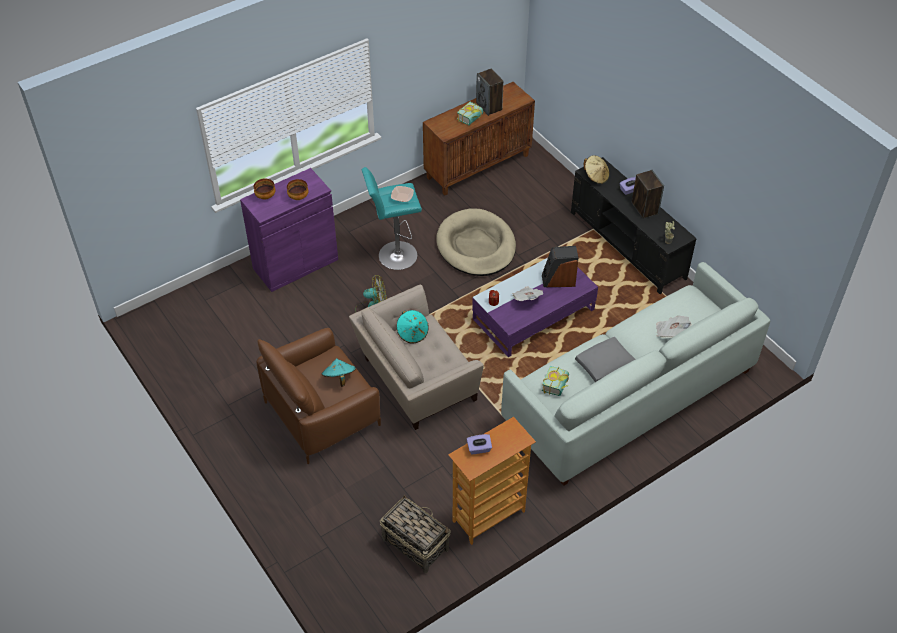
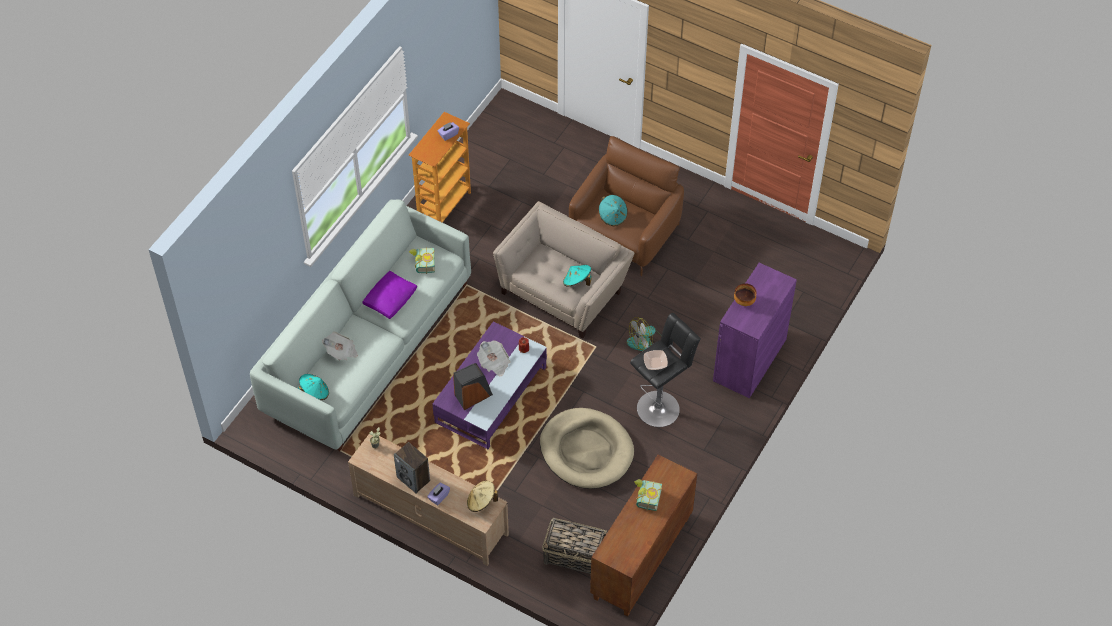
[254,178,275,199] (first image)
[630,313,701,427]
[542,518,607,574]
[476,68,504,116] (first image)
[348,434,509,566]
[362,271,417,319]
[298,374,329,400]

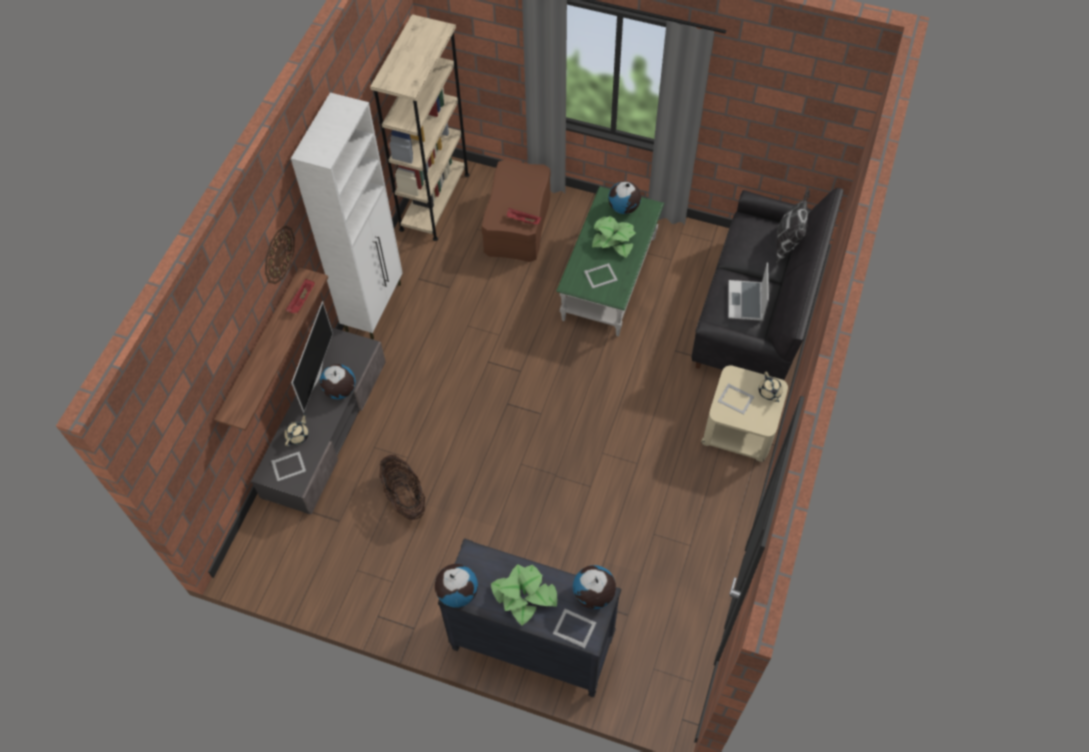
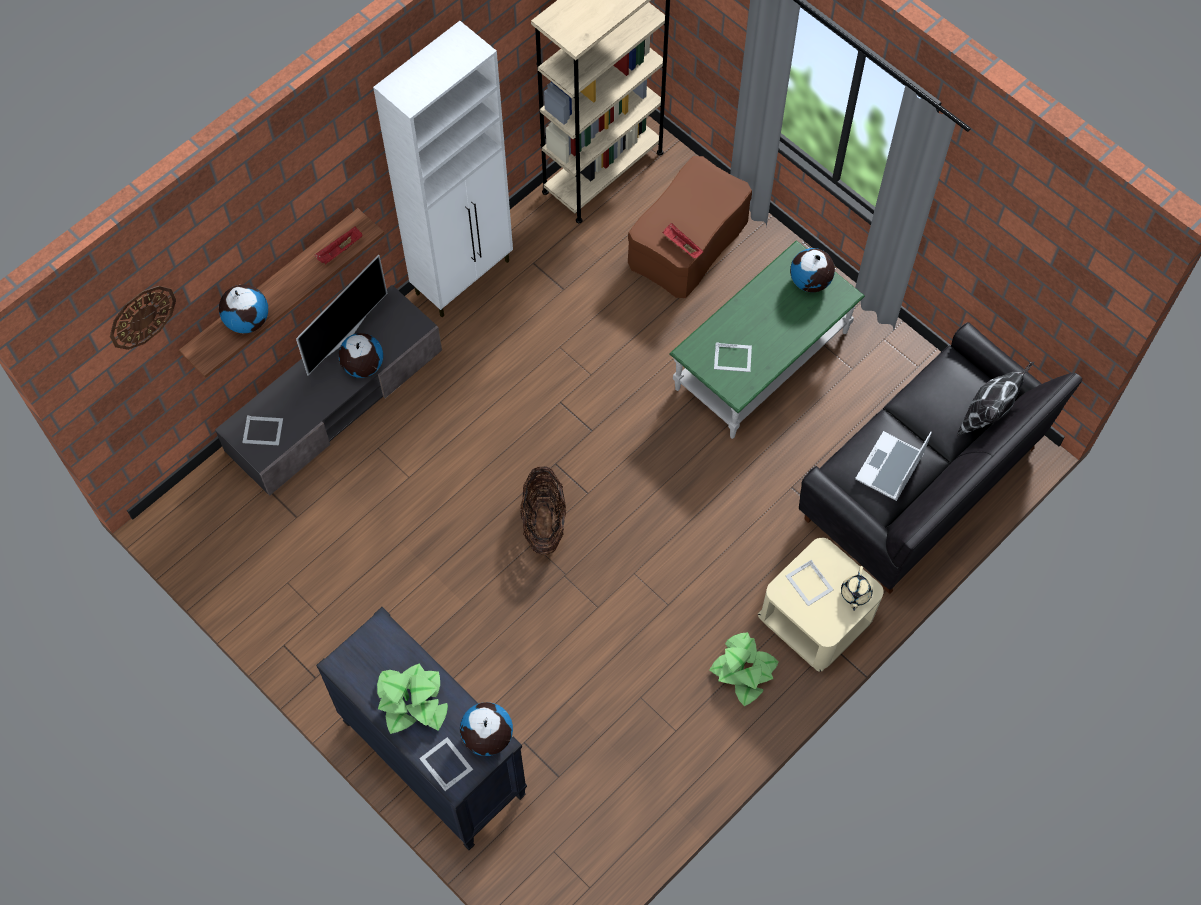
[110,286,176,350]
[285,413,309,446] (first image)
[520,466,566,555]
[219,285,268,333]
[710,632,779,706]

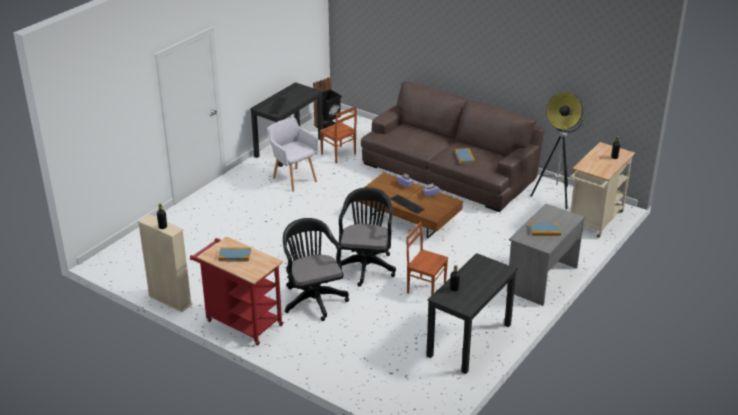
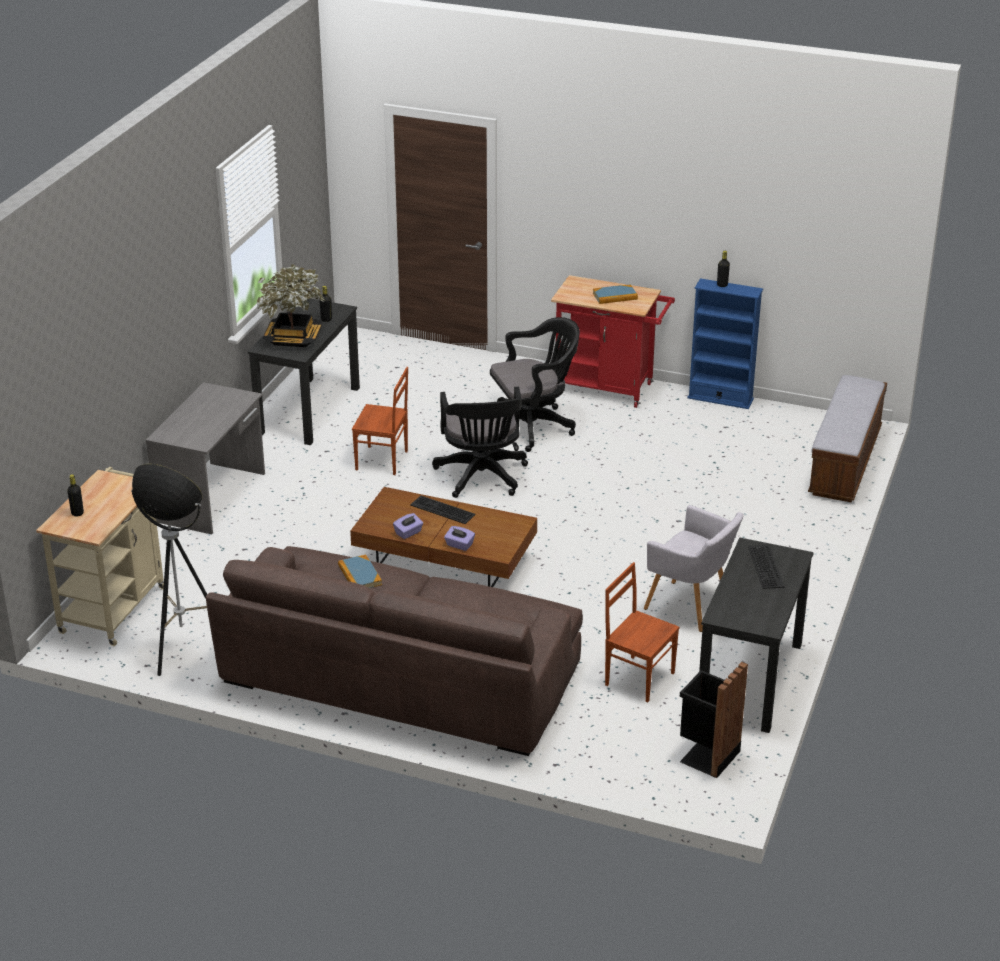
[688,278,763,409]
[490,317,580,452]
[530,223,561,236] (first image)
[257,264,325,347]
[808,375,887,503]

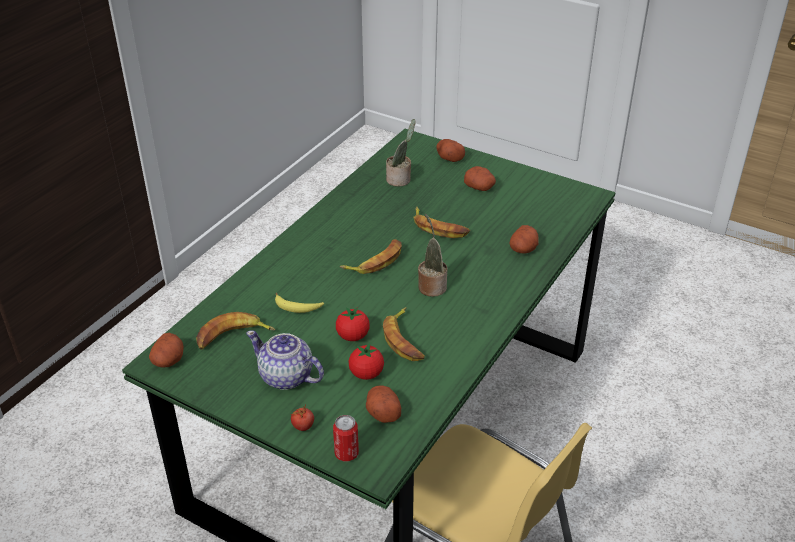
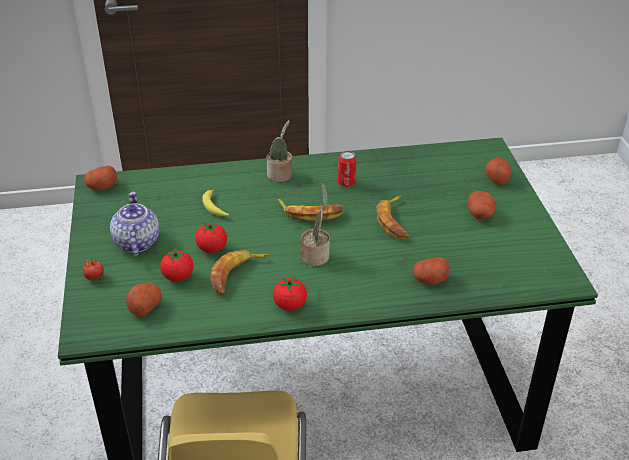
[196,312,275,350] (first image)
[338,151,356,187]
[266,120,292,182]
[273,276,307,311]

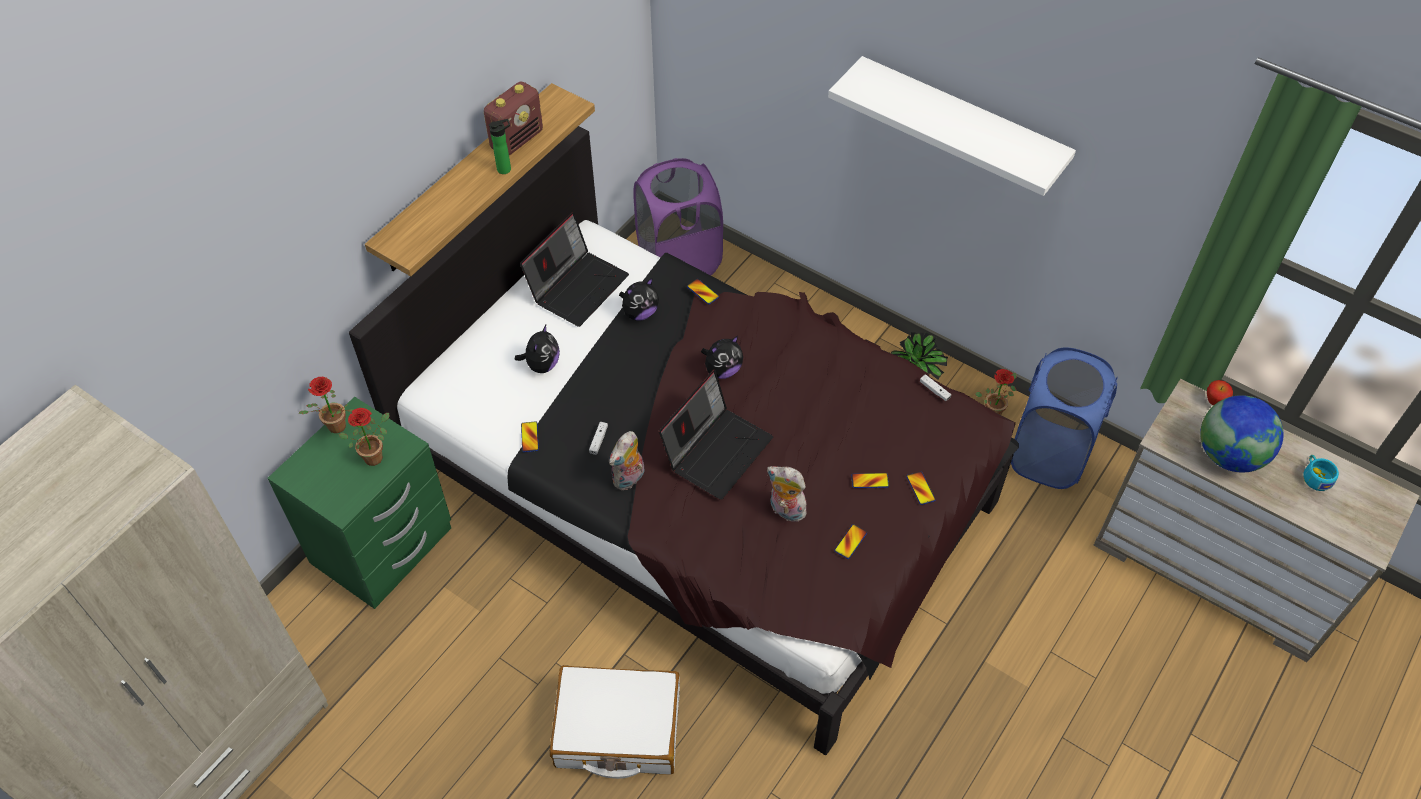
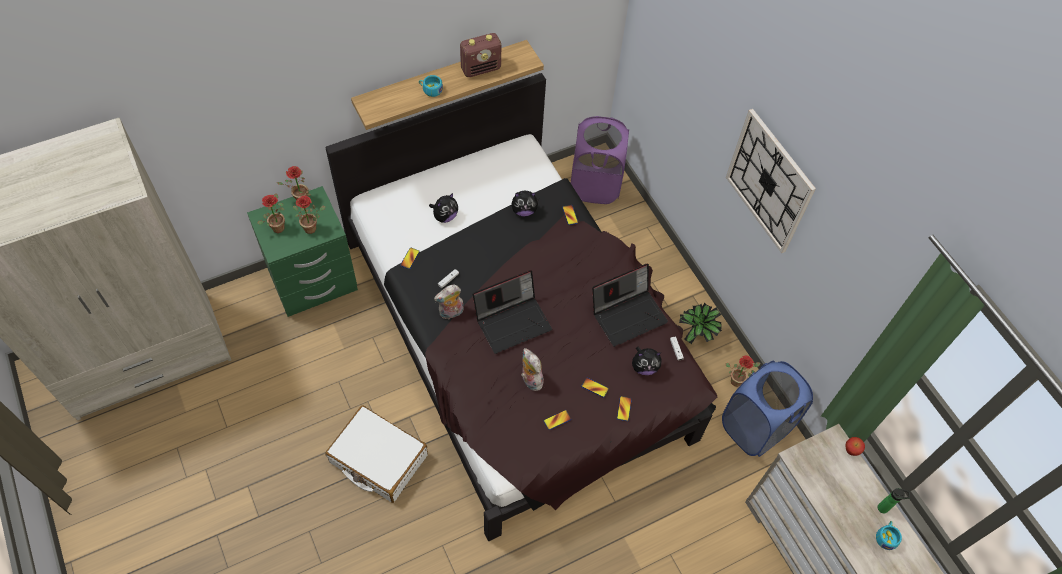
[878,488,910,513]
[592,263,668,347]
[632,347,661,375]
[726,109,816,253]
[1200,395,1284,472] (first image)
[258,193,285,233]
[419,75,443,97]

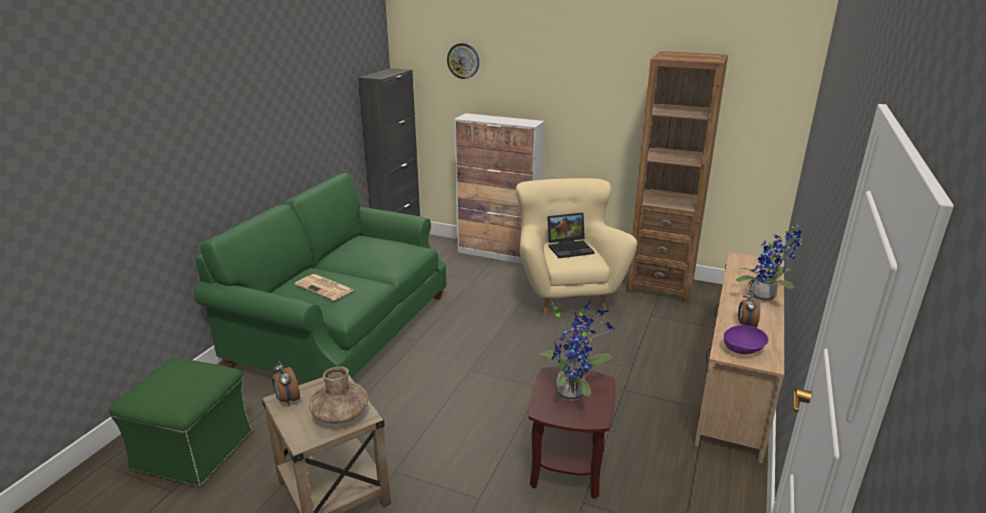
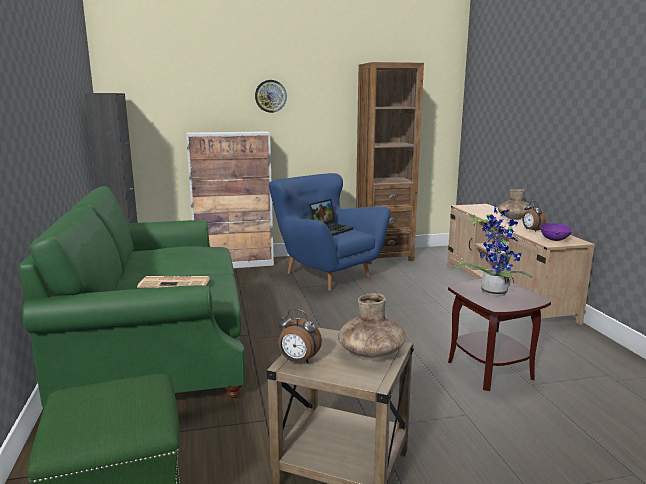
[255,80,287,113]
[269,173,390,291]
[498,189,533,220]

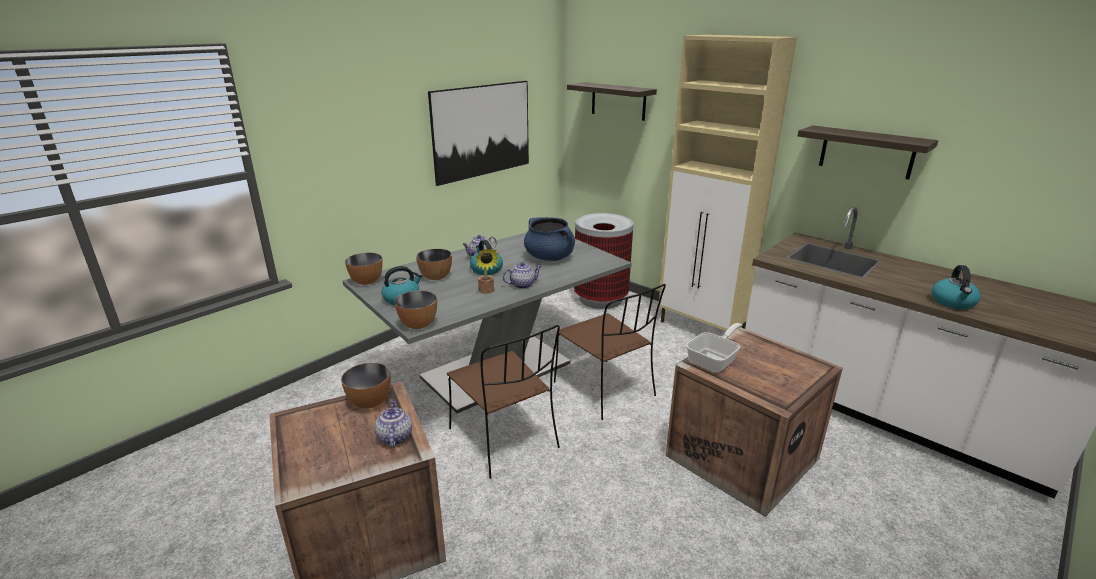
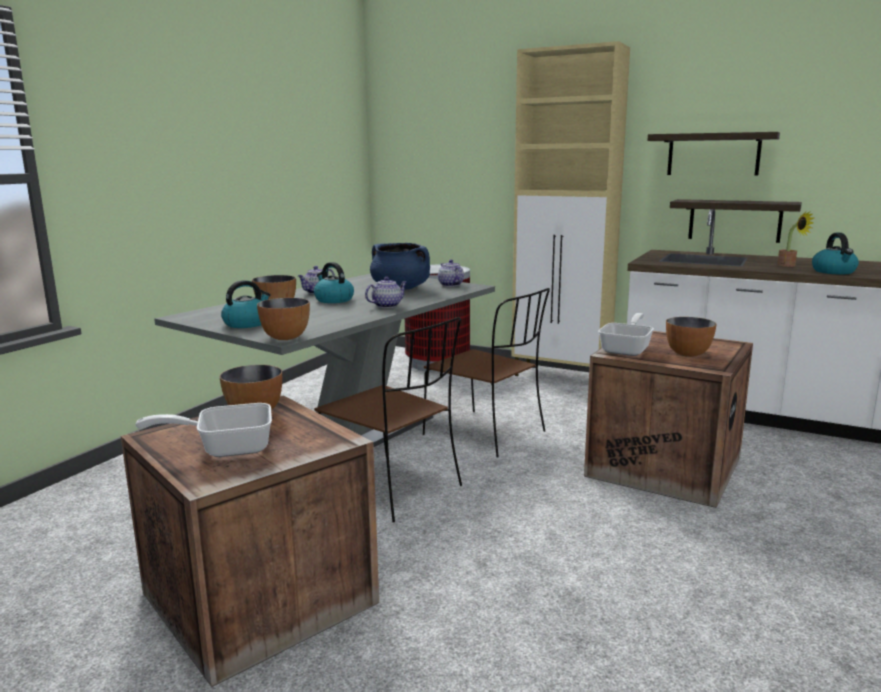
[666,317,716,357]
[438,260,464,287]
[428,81,529,186] (first image)
[777,211,814,267]
[670,199,802,243]
[135,403,272,457]

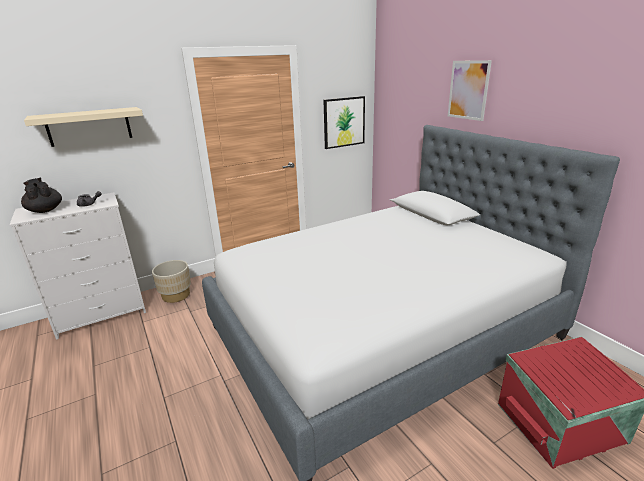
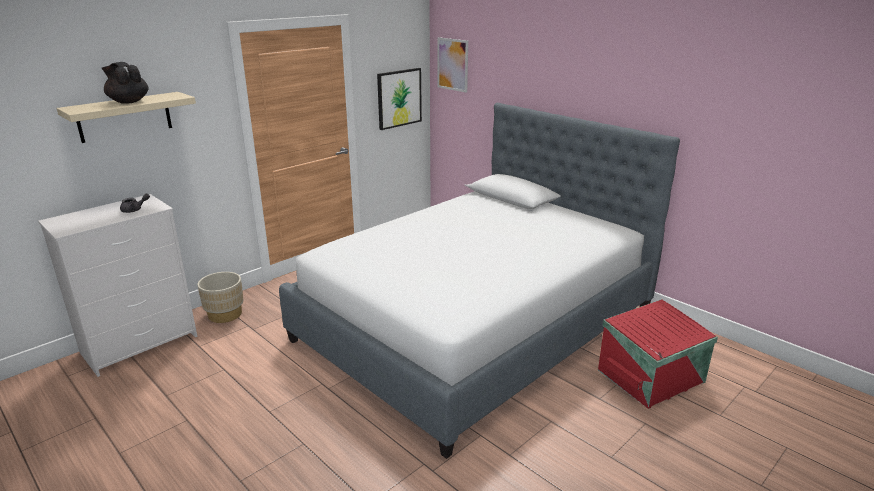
[102,62,148,104]
[437,37,468,93]

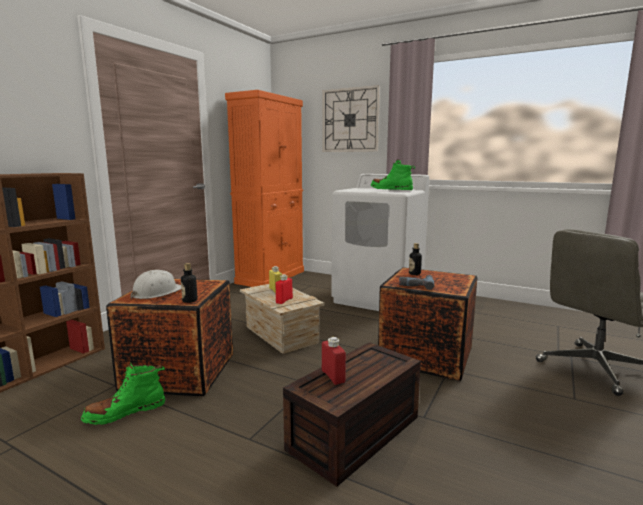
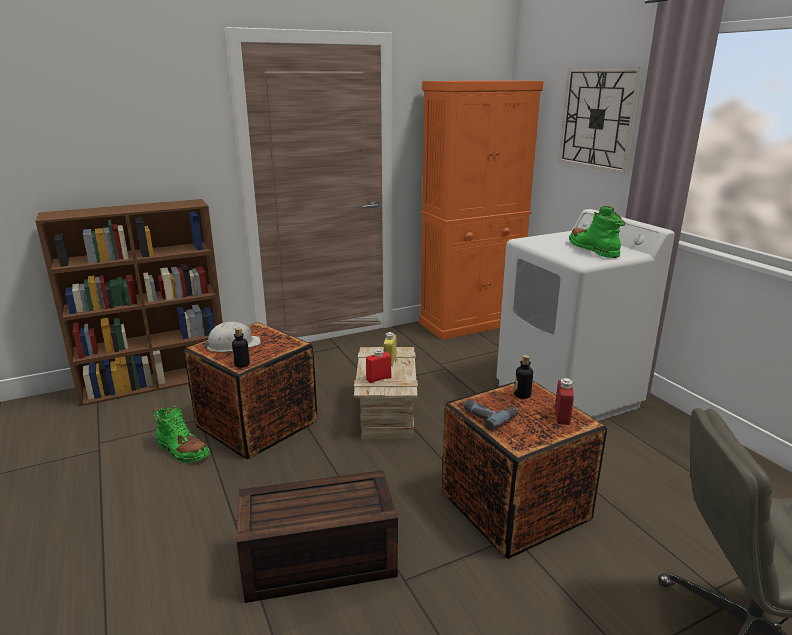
[152,406,210,463]
[555,378,574,425]

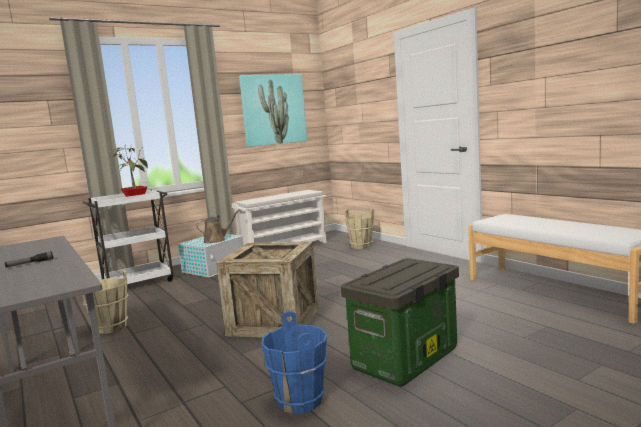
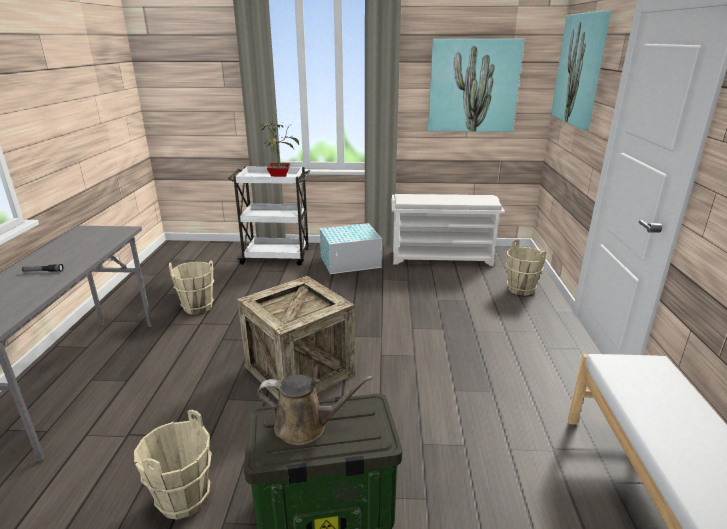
[257,374,373,445]
[134,410,212,520]
[551,11,611,130]

